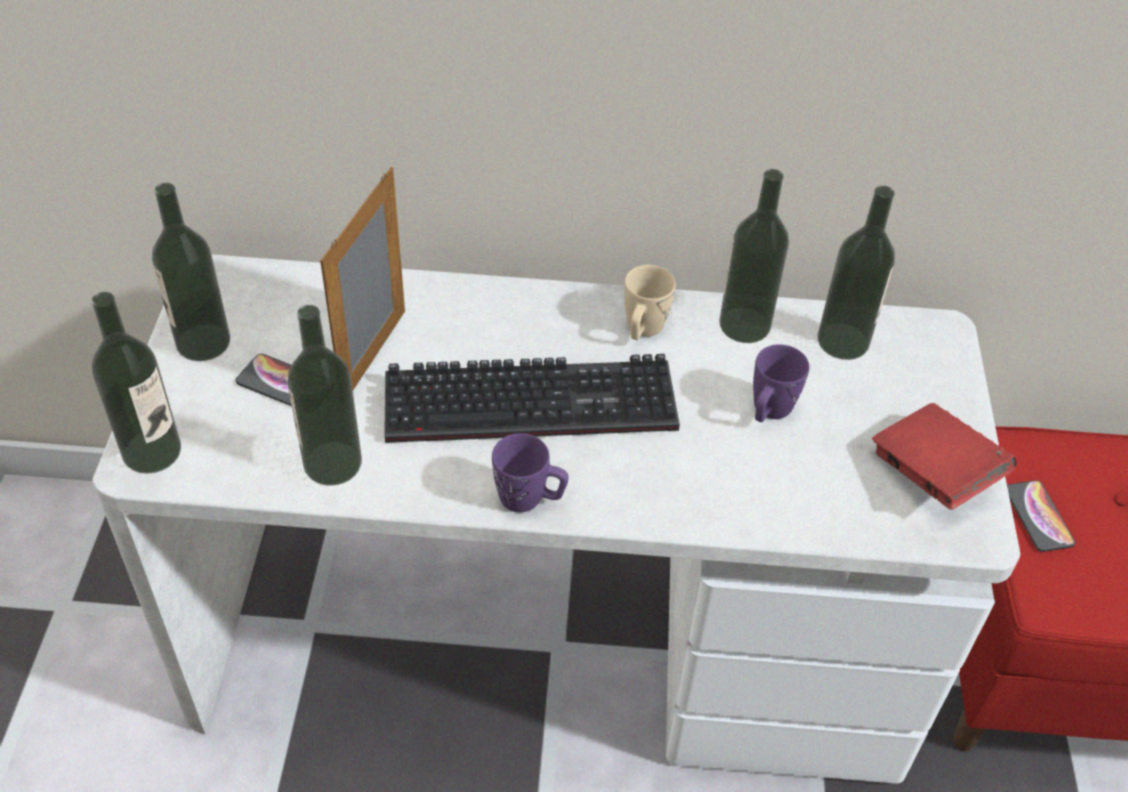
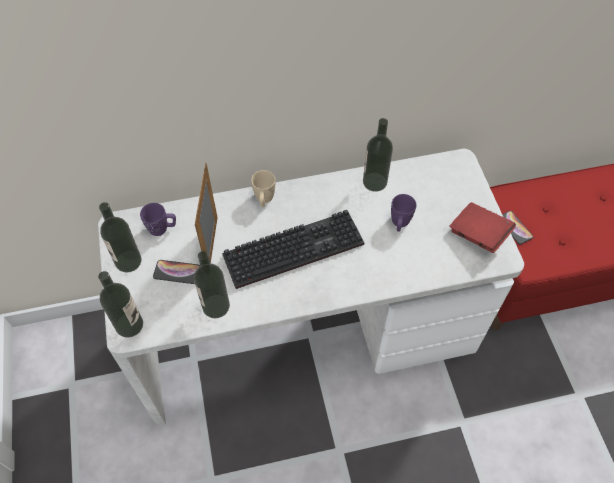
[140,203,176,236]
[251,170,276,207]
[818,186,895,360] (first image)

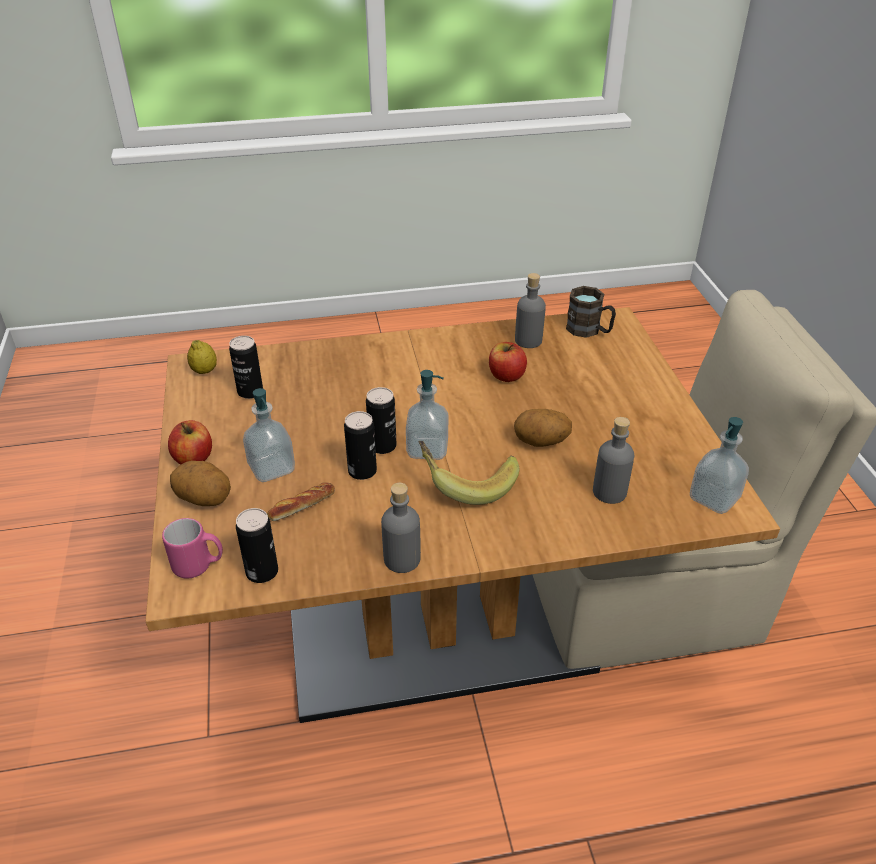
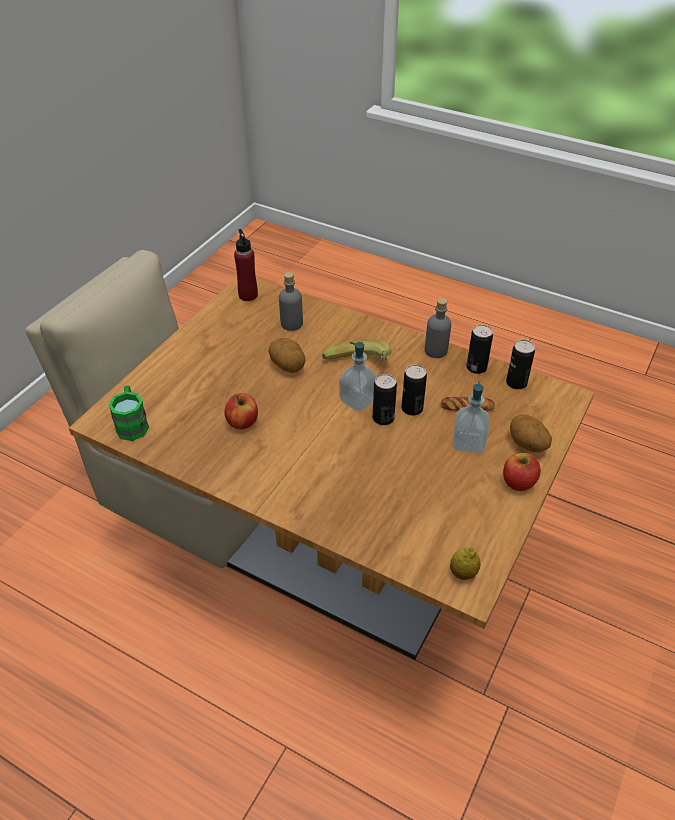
[162,518,223,578] (first image)
[467,325,493,374]
[515,273,546,348] (first image)
[108,385,149,441]
[234,229,258,301]

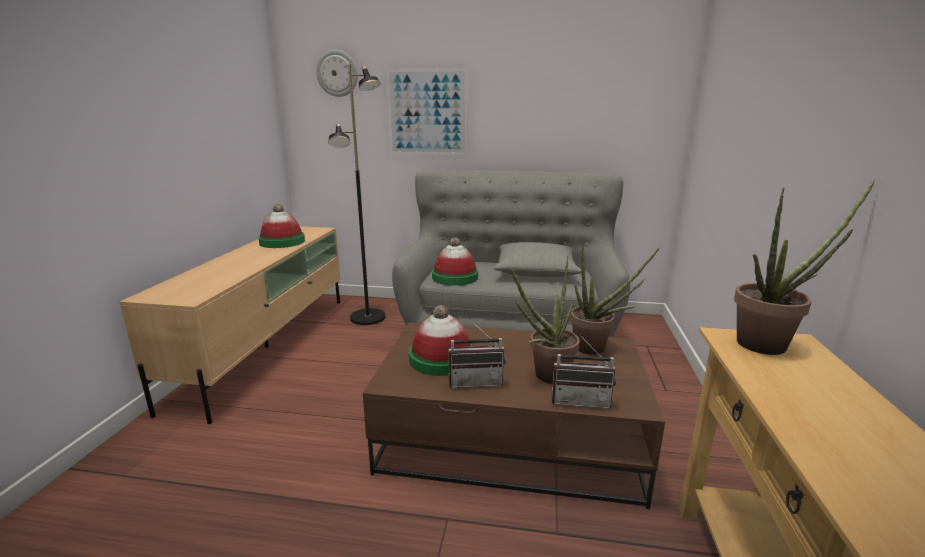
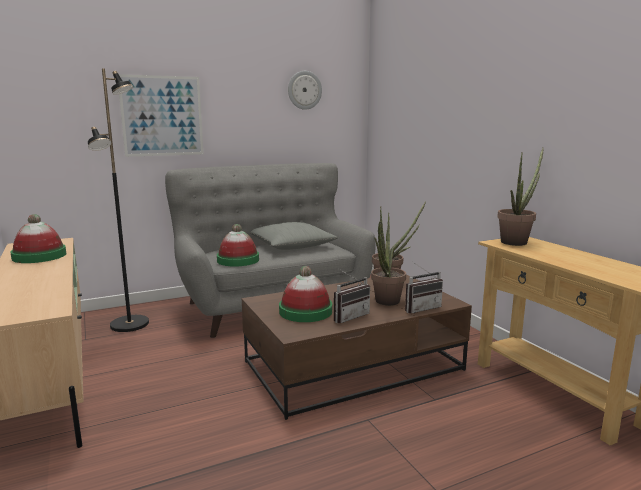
[288,71,322,110]

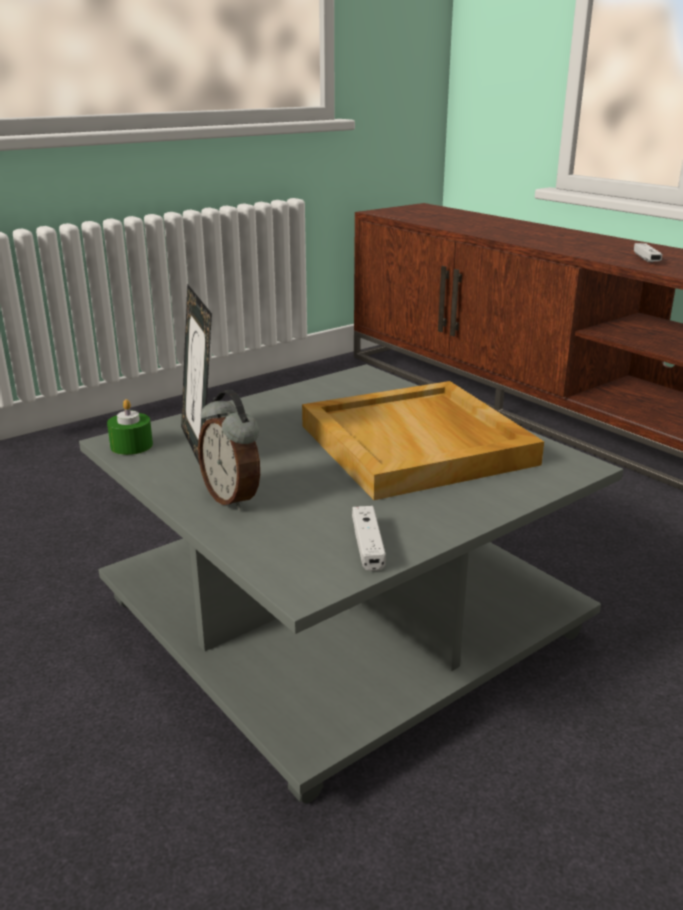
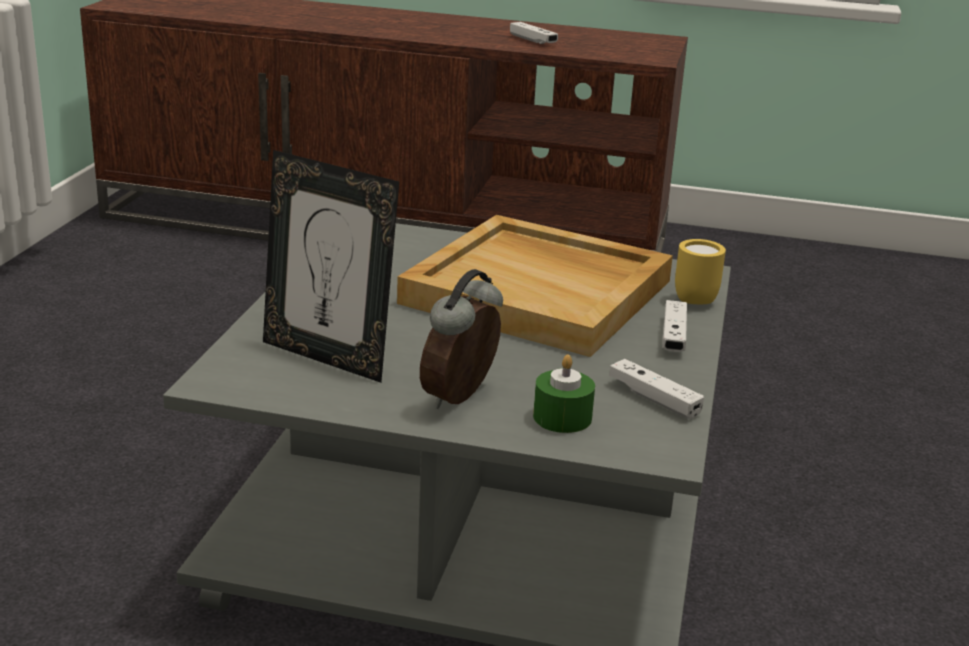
[533,354,595,433]
[420,269,503,409]
[662,300,687,352]
[675,239,726,304]

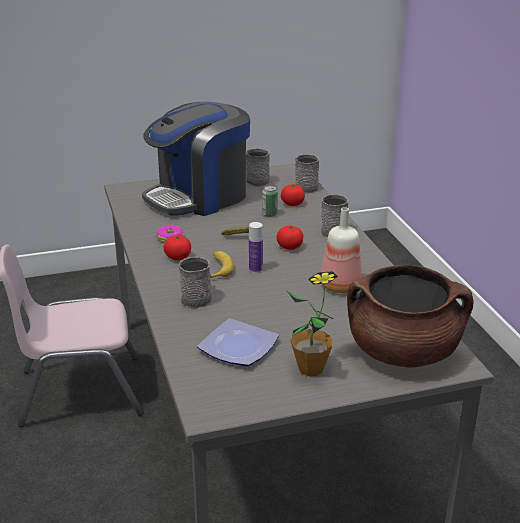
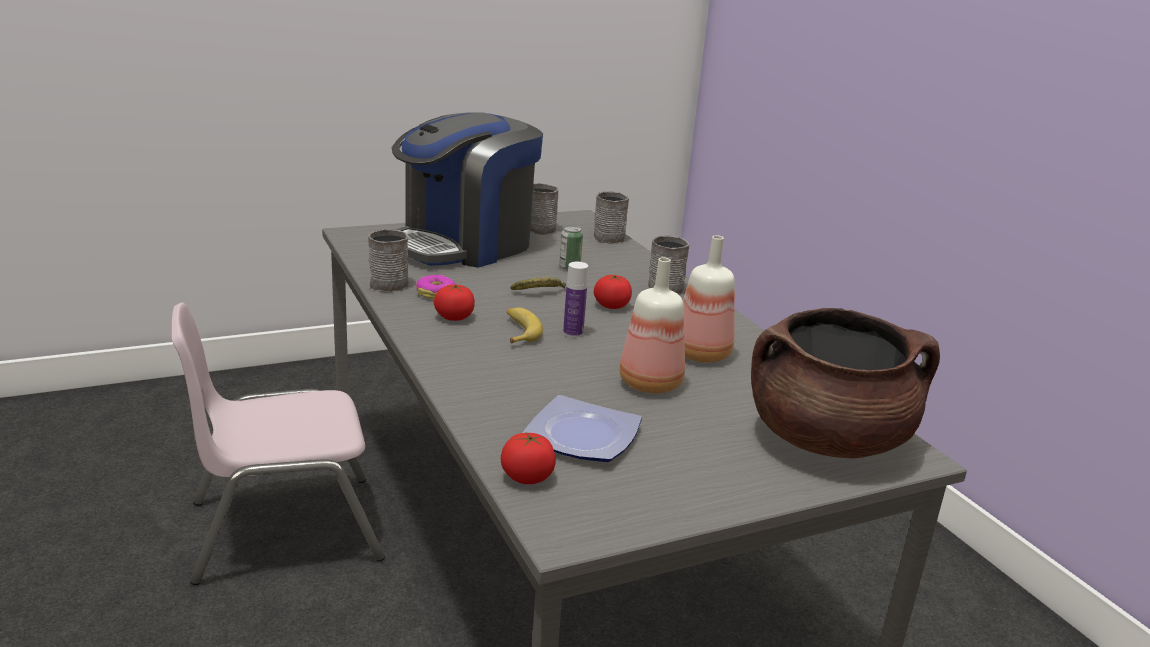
[368,229,409,292]
[501,433,556,484]
[287,271,338,376] (first image)
[619,257,685,393]

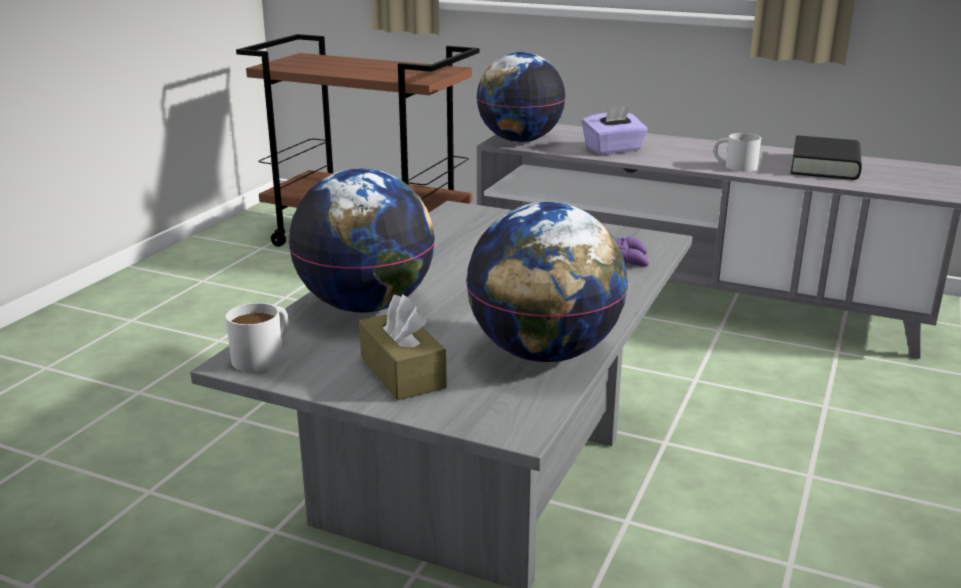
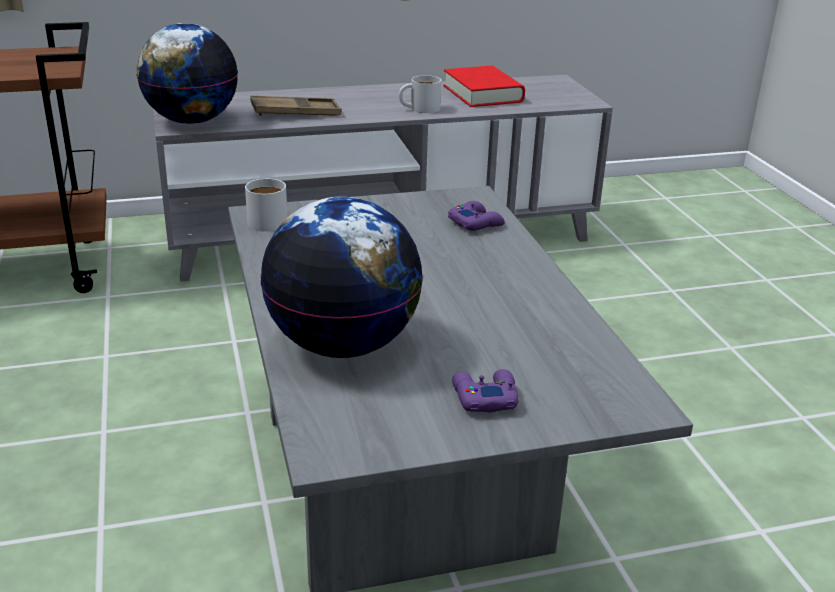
[245,179,287,232]
[452,369,519,412]
[466,202,628,362] (first image)
[250,96,342,116]
[443,66,525,107]

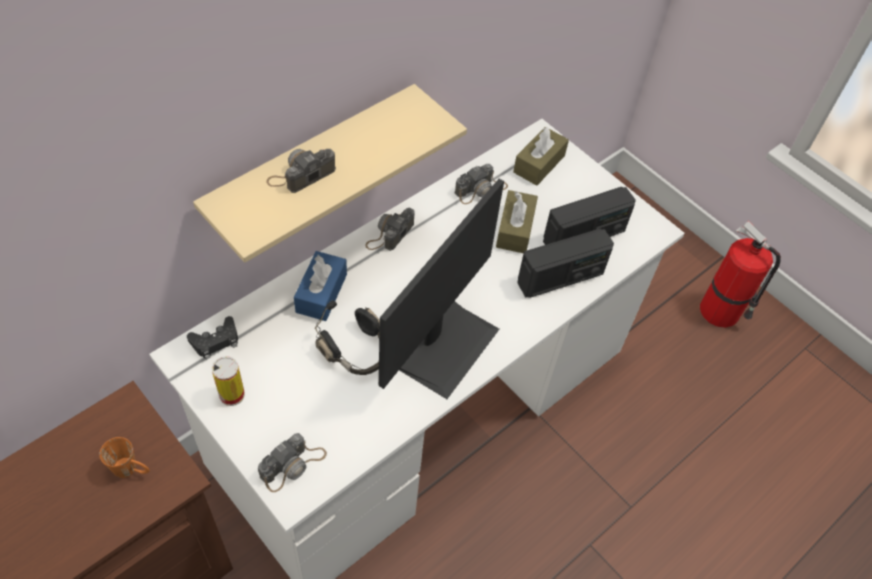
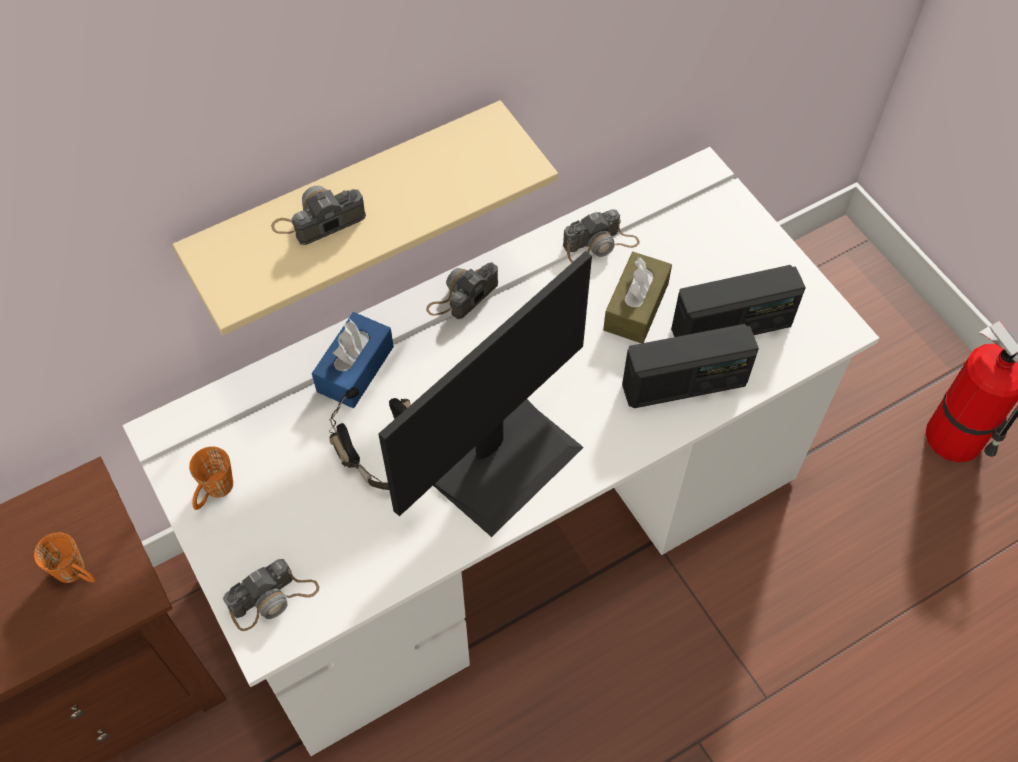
[187,316,238,360] (first image)
[189,446,233,510]
[513,127,569,186] (first image)

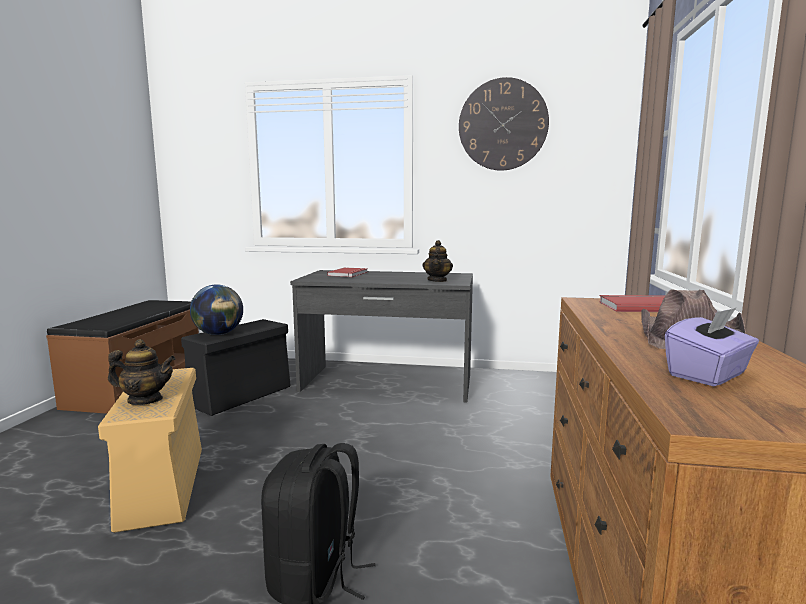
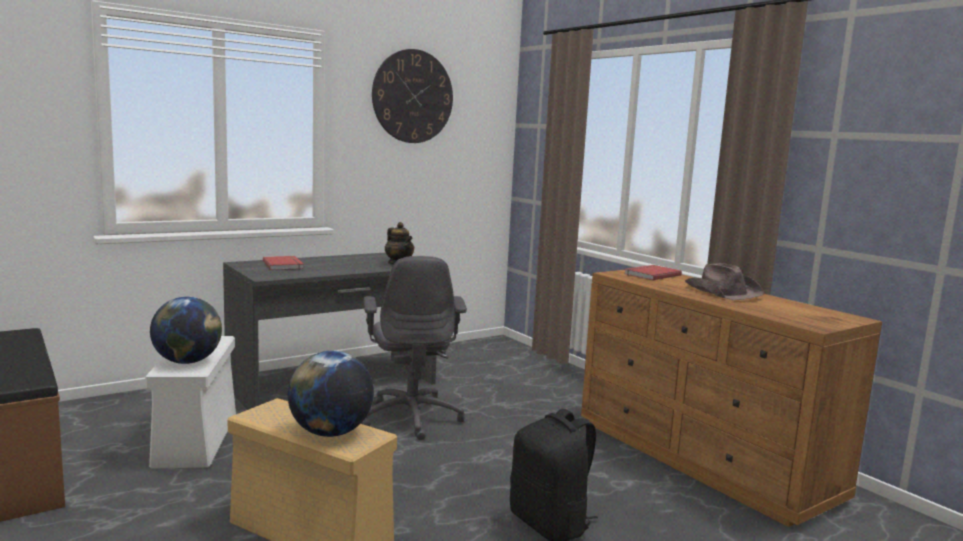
[288,351,374,437]
[145,336,236,469]
[665,307,759,386] (first image)
[361,256,467,440]

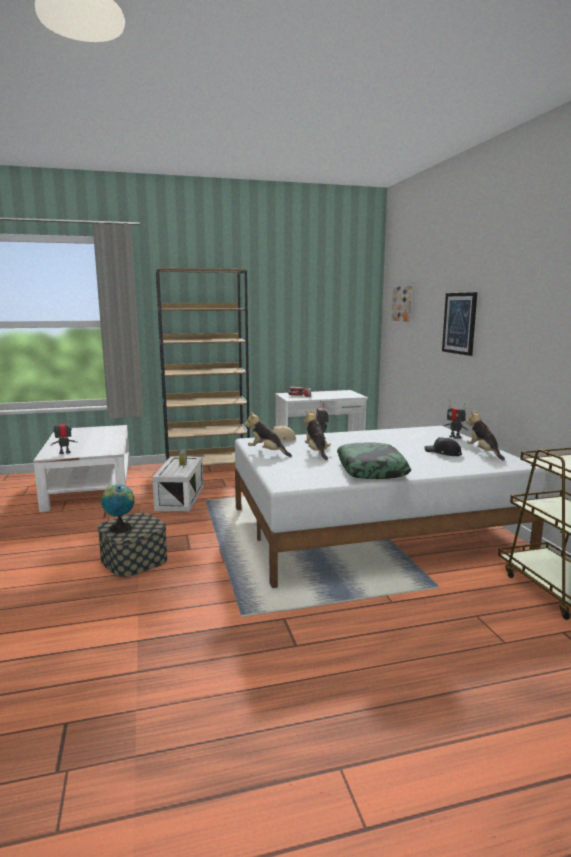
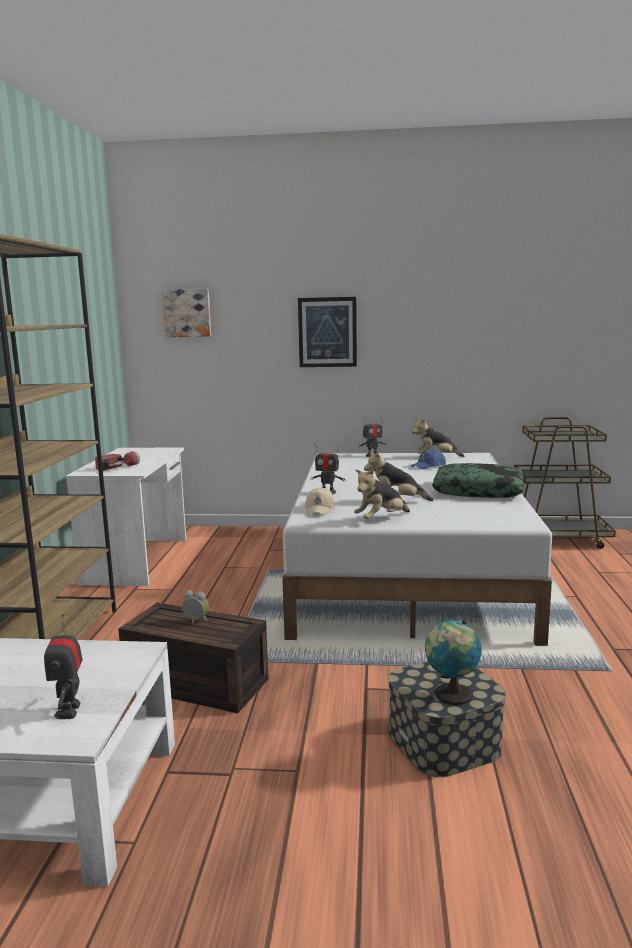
[118,603,269,713]
[412,449,446,469]

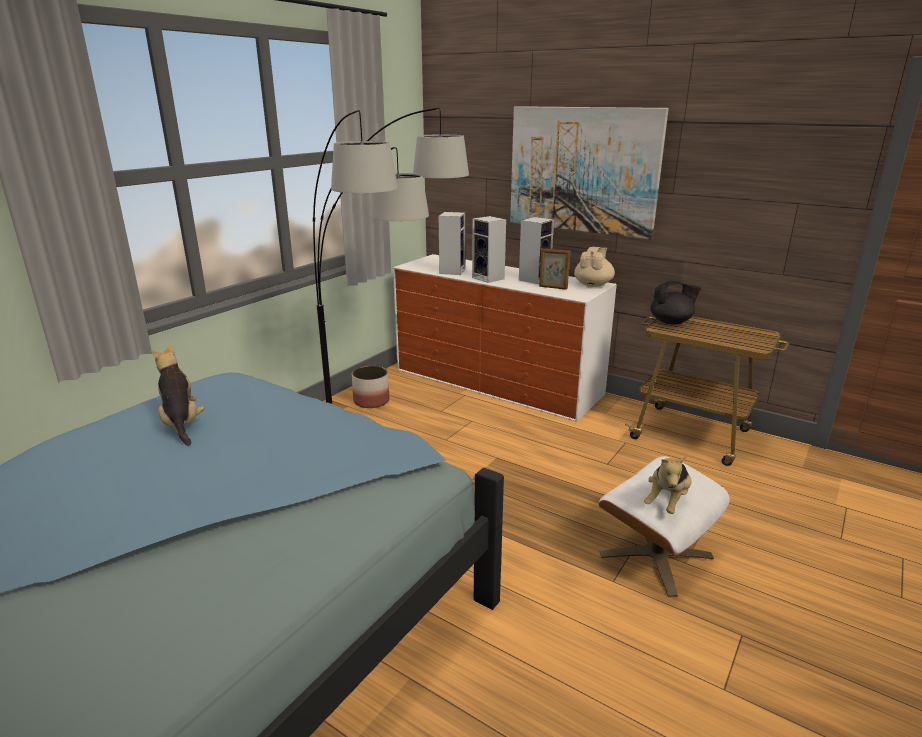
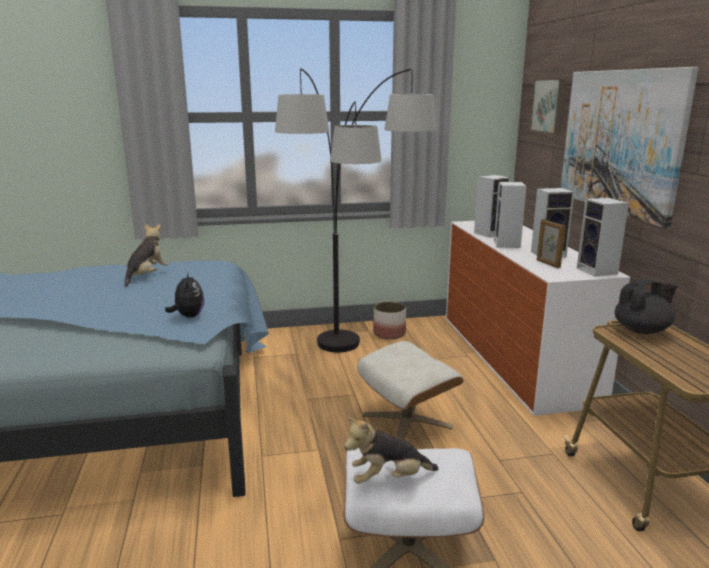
[577,198,629,276]
[615,279,678,334]
[165,271,205,318]
[357,341,464,440]
[529,79,566,134]

